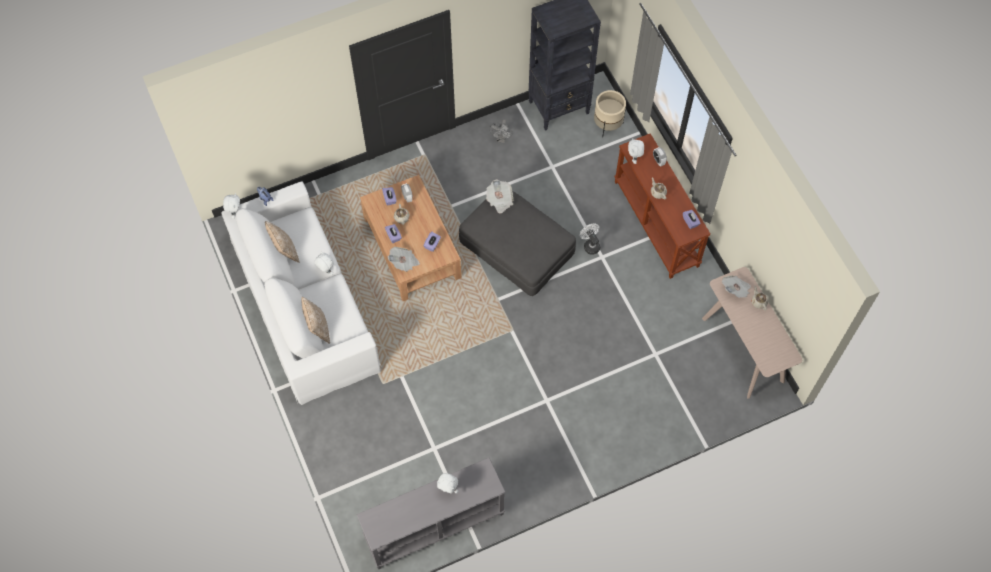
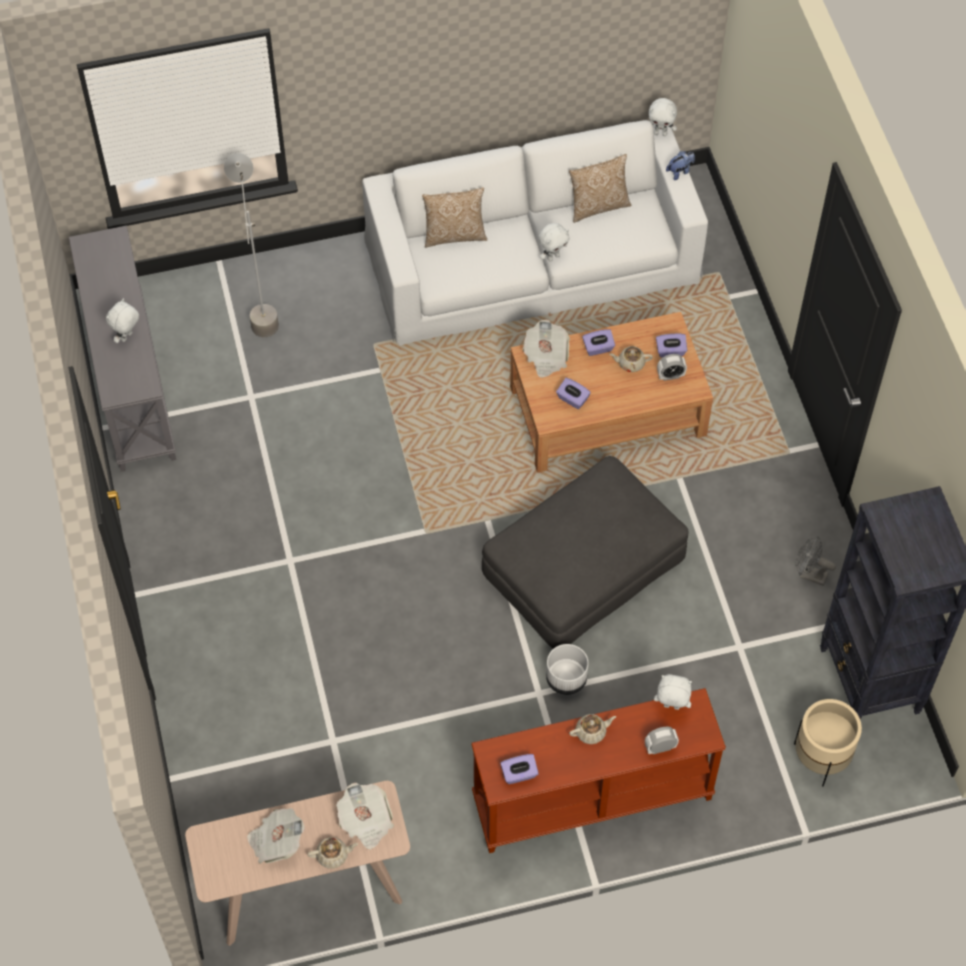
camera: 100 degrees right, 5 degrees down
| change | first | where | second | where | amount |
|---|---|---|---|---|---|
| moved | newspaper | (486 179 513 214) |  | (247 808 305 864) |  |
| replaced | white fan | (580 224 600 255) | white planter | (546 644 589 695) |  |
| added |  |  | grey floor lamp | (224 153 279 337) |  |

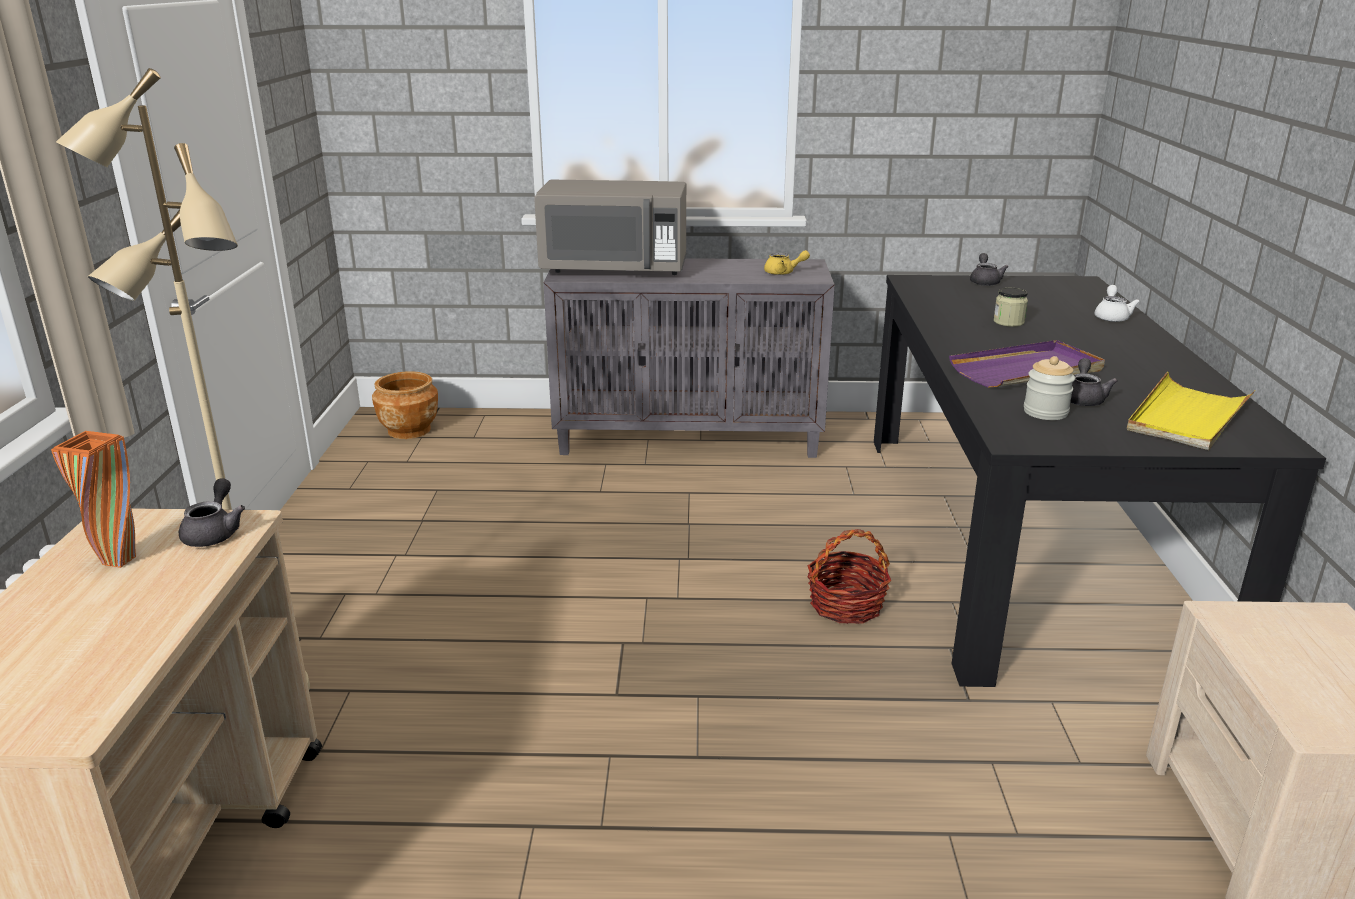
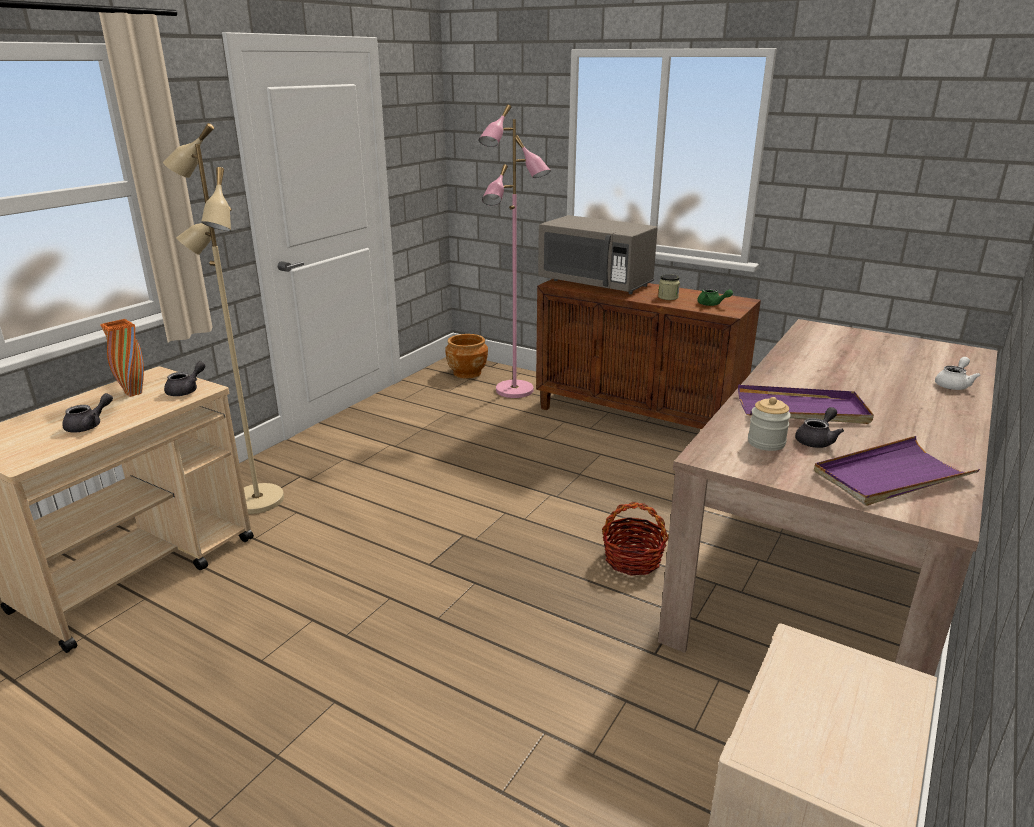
camera: 30 degrees right, 0 degrees up
| change | first | where | second | where | amount |
|---|---|---|---|---|---|
| recoloured | yellow teapot | (764 250 810 275) | green teapot | (697 288 733 306) |  |
| moved | grey teapot | (970 253 1009 286) |  | (62 393 113 432) |  |
| recoloured | grey cabinet | (544 258 835 458) | brown cabinet | (536 279 761 429) |  |
| recoloured | black dining table | (874 275 1326 687) | beige dining table | (658 319 997 676) |  |
| moved | jar | (993 288 1028 327) |  | (658 274 680 300) |  |
| recoloured | yellow tray | (1127 372 1256 450) | purple tray | (814 436 980 506) |  |
| added |  |  | pink floor lamp | (479 104 551 398) |  |

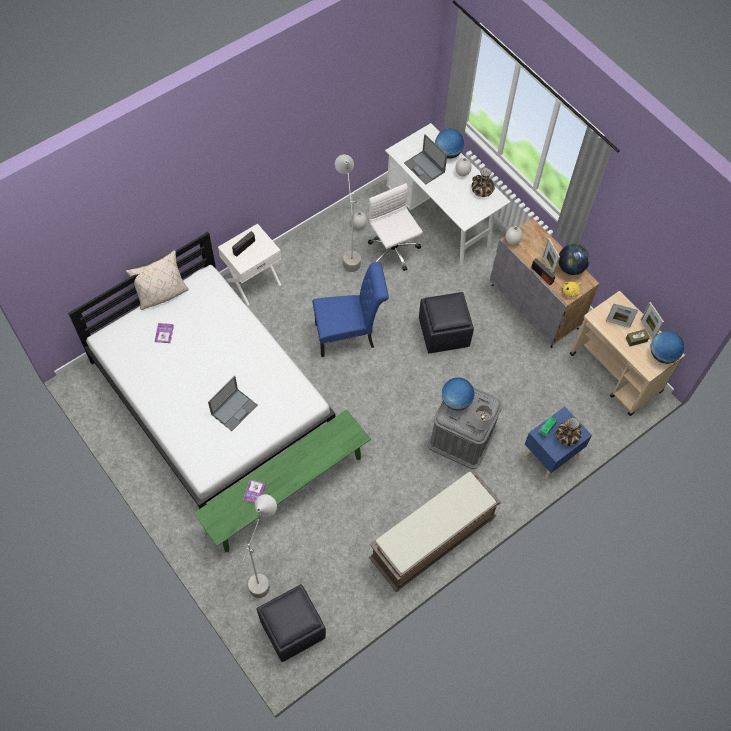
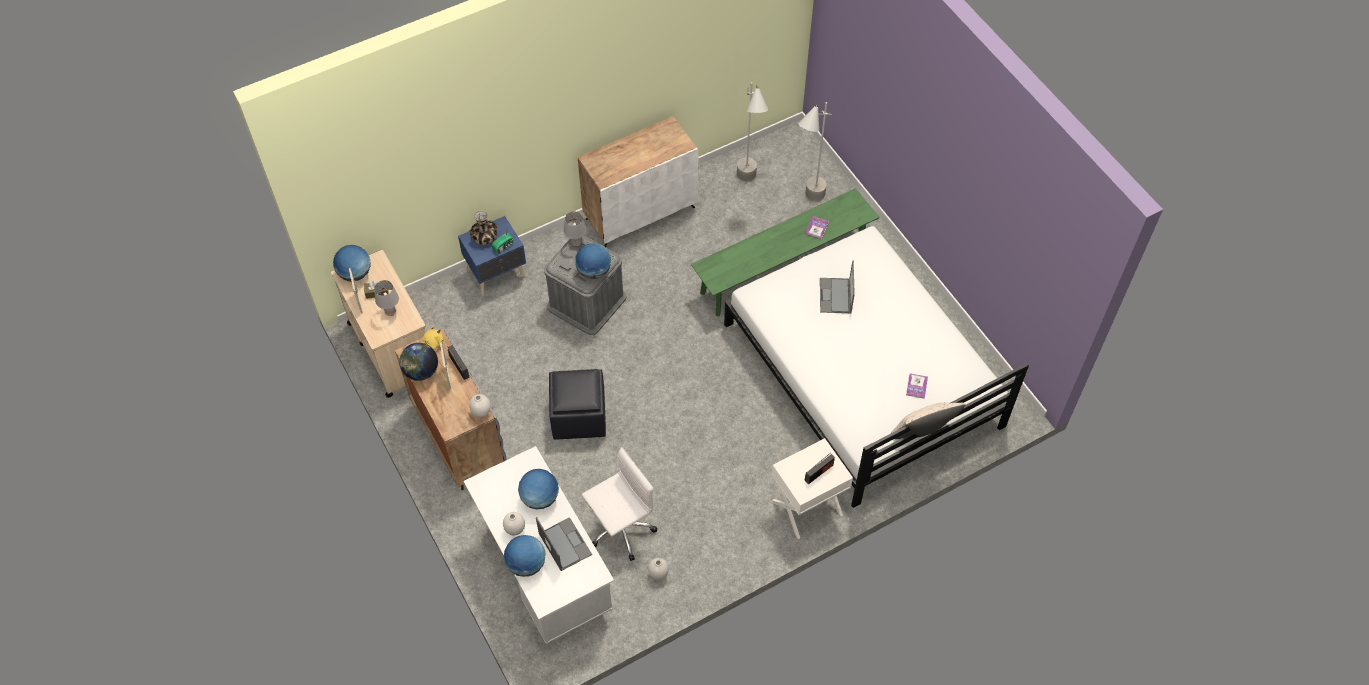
camera: 170 degrees left, 5 degrees down
| change | first | where | second | where | amount |
|---|---|---|---|---|---|
| moved | grey floor lamp | (335 155 361 272) |  | (737 82 768 181) |  |
| removed | vase | (471 167 495 197) |  |  |  |
| turned | white office chair | (368 183 423 271) |  | (582 448 657 561) | 105 degrees counterclockwise |
| removed | blue chair | (312 262 389 357) |  |  |  |
| replaced | picture frame | (606 302 639 328) | grey table lamp | (374 280 399 316) |  |
| turned | laptop | (208 376 258 431) |  | (820 260 855 313) | 45 degrees counterclockwise |
| replaced | brown bench | (369 469 502 592) | white cabinet | (578 116 698 247) |  |
| removed | black ottoman | (257 584 326 662) |  |  |  |
| added |  |  | globe | (518 469 559 509) |  |

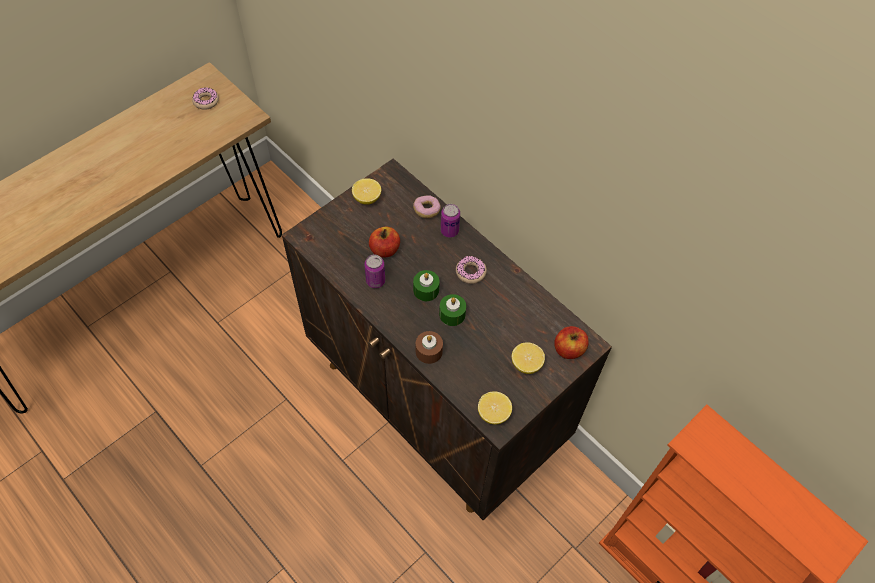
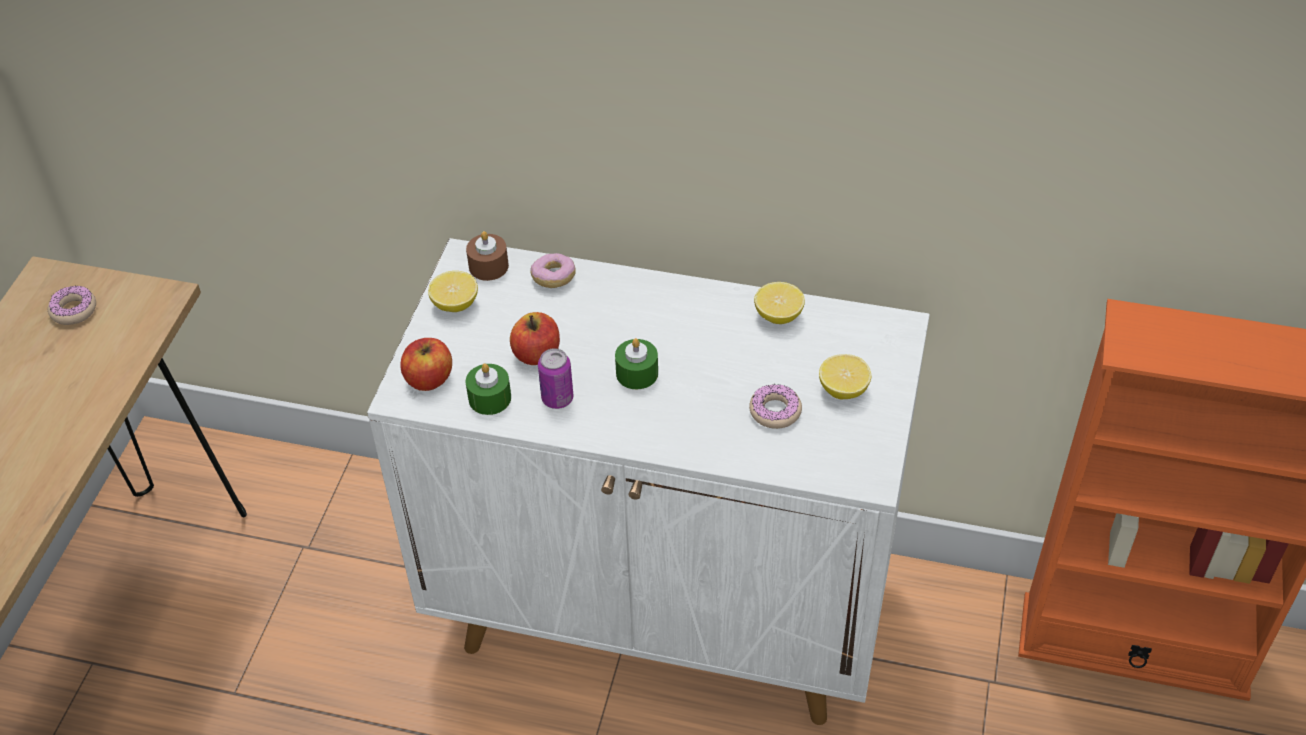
camera: 30 degrees left, 10 degrees down
| change | first | where | second | where | amount |
|---|---|---|---|---|---|
| recoloured | brown cabinet | (282 159 612 520) | white cabinet | (367 238 930 725) |  |
| removed | can | (441 204 460 238) |  |  |  |
| moved | donut | (456 256 487 284) |  | (749 384 802 429) |  |
| moved | green candle | (439 294 466 326) |  | (466 363 511 415) |  |
| moved | apple | (554 326 589 359) |  | (400 338 452 391) |  |
| moved | brown candle | (416 331 443 364) |  | (466 231 509 281) |  |
| moved | lemon | (478 391 512 425) |  | (754 282 805 324) |  |

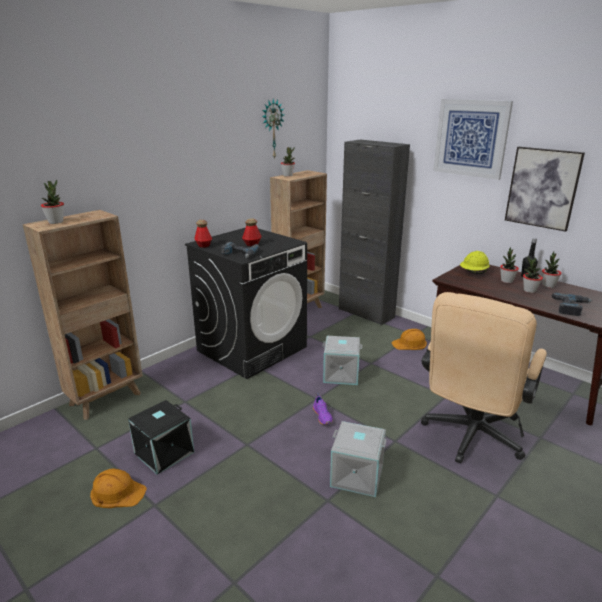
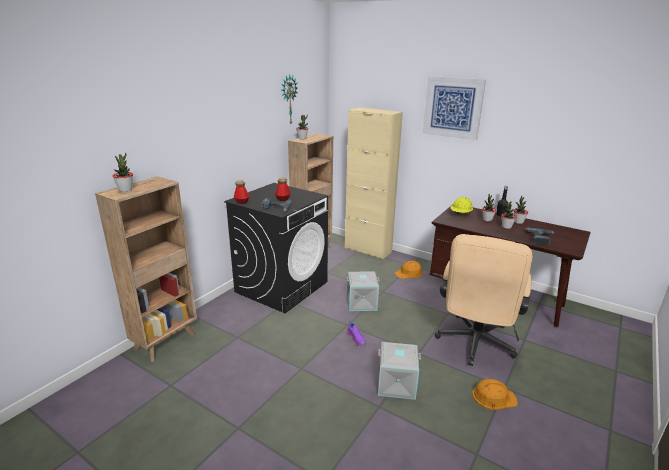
camera: 10 degrees left, 0 degrees up
| change | first | where | second | where | amount |
|---|---|---|---|---|---|
| recoloured | black cabinet | (339 139 410 325) | beige cabinet | (345 107 403 259) |  |
| removed | picture | (505 147 585 232) |  |  |  |
| removed | black storage box | (128 400 194 475) |  |  |  |
| moved | orange hard hat | (90 468 147 508) |  | (472 379 518 410) |  |

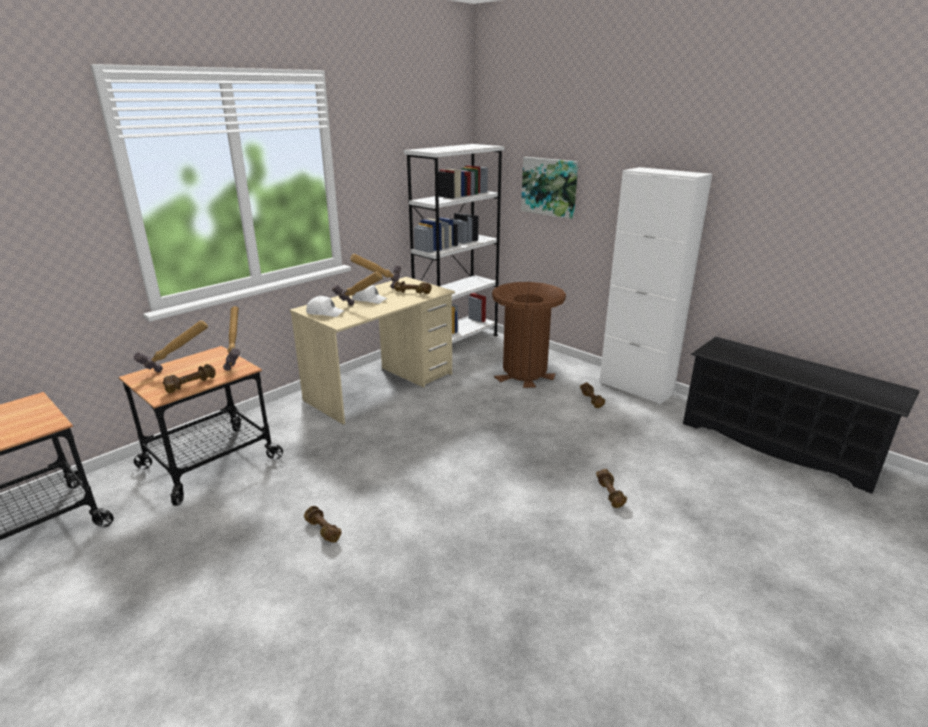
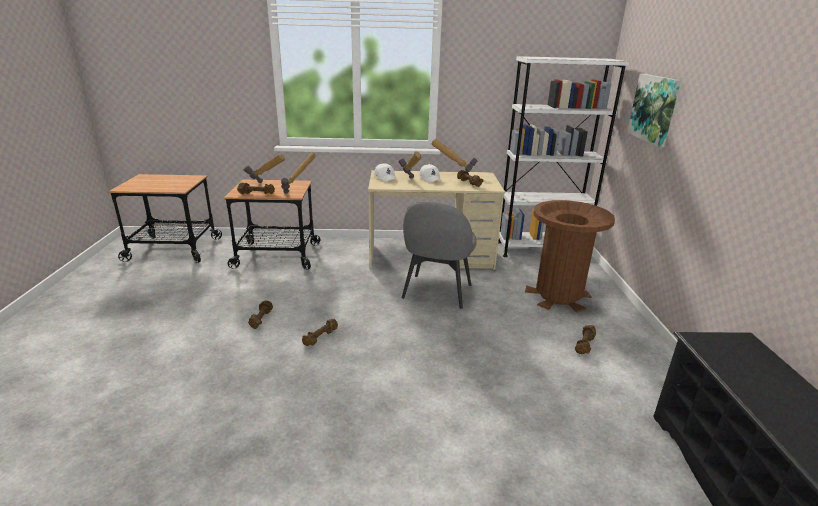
camera: 45 degrees right, 0 degrees up
| change | first | where | second | where | amount |
|---|---|---|---|---|---|
| removed | white cabinet | (599 167 712 405) |  |  |  |
| moved | brown dumbbell | (596 469 627 508) |  | (302 319 338 346) |  |
| added |  |  | grey chair | (402 202 477 309) |  |

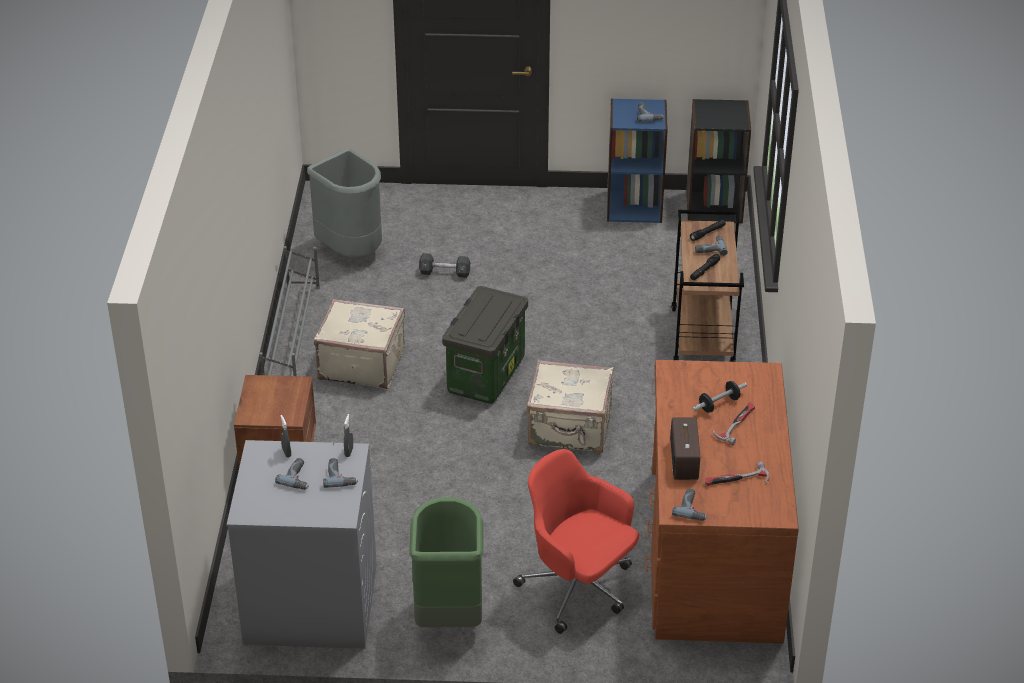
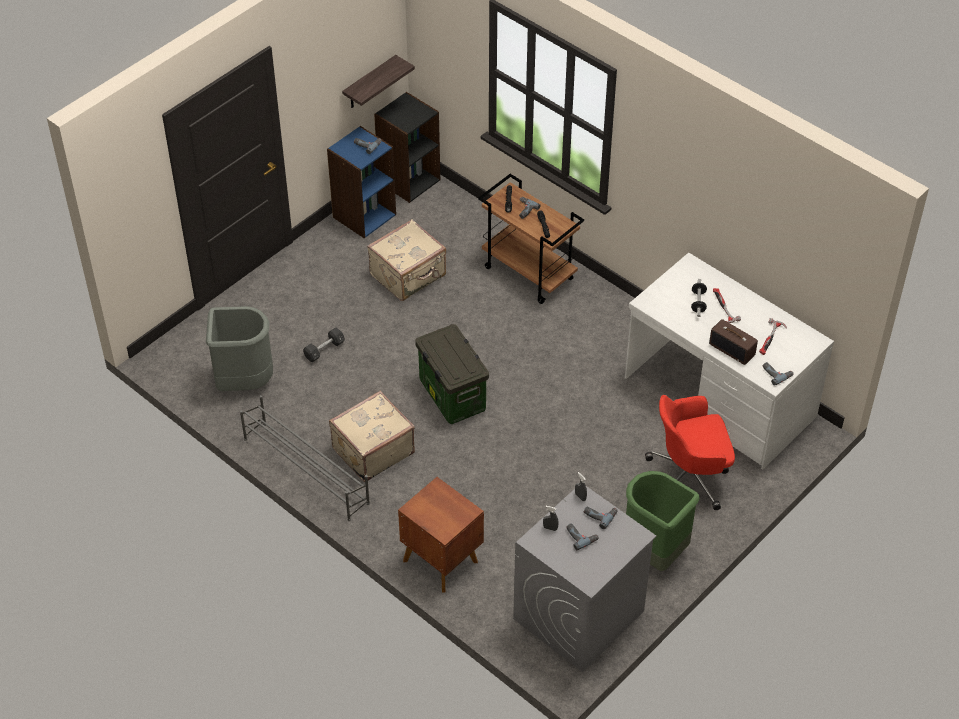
camera: 50 degrees left, 10 degrees up
| change | first | where | second | where | amount |
|---|---|---|---|---|---|
| moved | beige suitcase | (527 360 614 453) |  | (367 219 446 301) |  |
| recoloured | brown desk | (645 360 799 643) | white desk | (625 253 834 469) |  |
| added |  |  | shelf | (342 55 415 108) |  |

